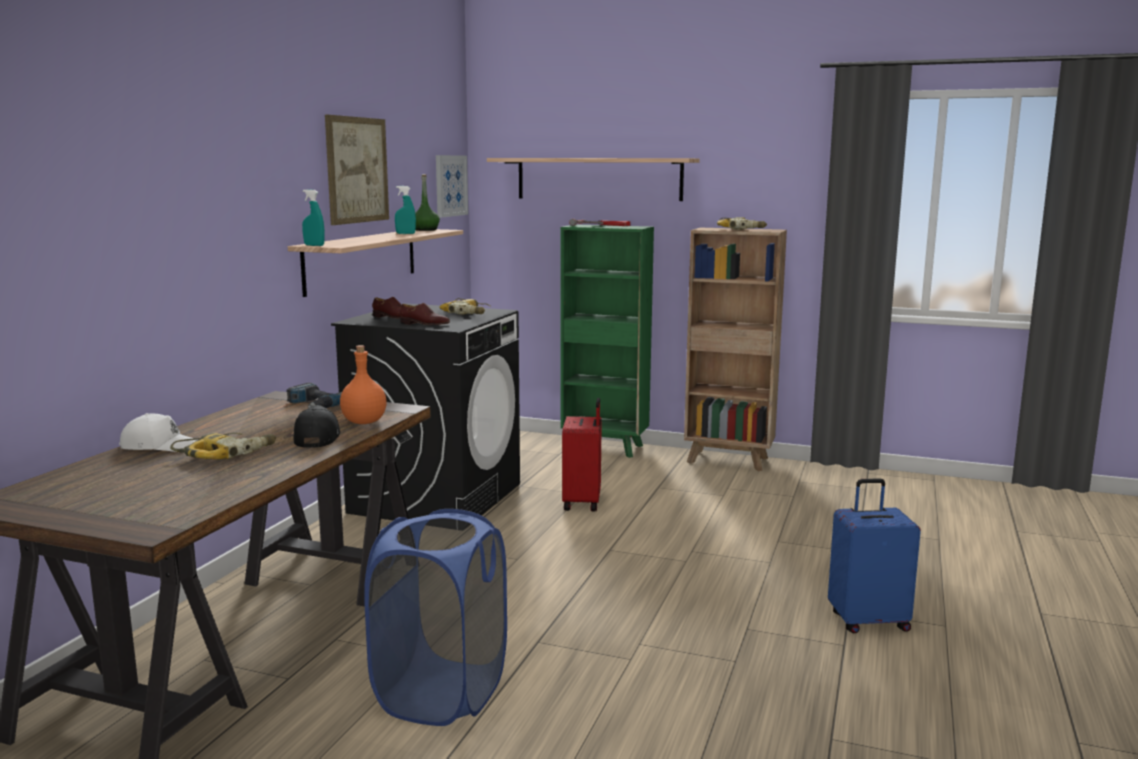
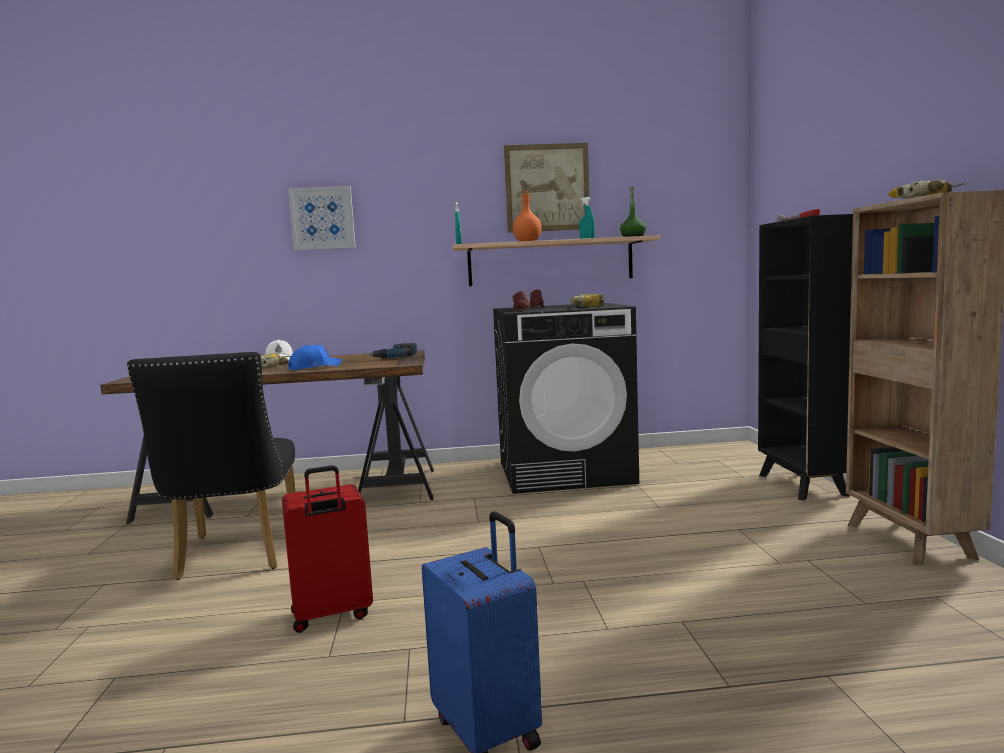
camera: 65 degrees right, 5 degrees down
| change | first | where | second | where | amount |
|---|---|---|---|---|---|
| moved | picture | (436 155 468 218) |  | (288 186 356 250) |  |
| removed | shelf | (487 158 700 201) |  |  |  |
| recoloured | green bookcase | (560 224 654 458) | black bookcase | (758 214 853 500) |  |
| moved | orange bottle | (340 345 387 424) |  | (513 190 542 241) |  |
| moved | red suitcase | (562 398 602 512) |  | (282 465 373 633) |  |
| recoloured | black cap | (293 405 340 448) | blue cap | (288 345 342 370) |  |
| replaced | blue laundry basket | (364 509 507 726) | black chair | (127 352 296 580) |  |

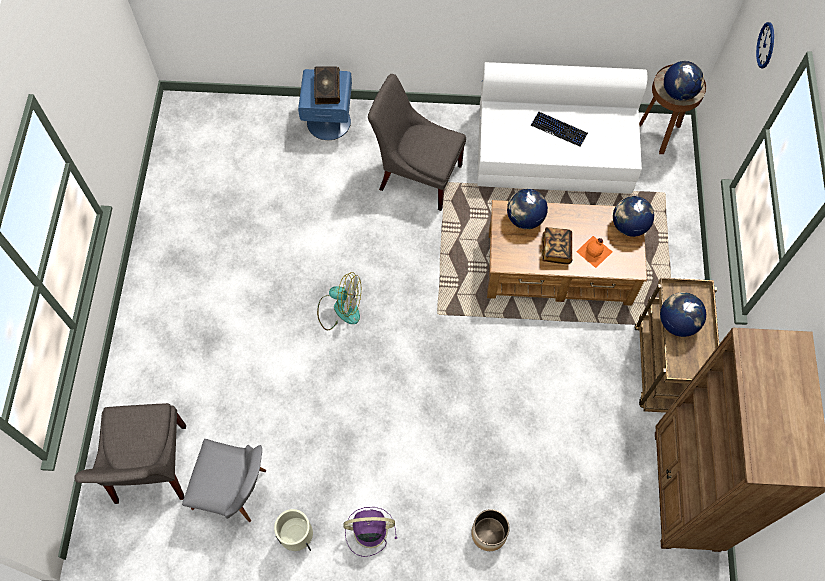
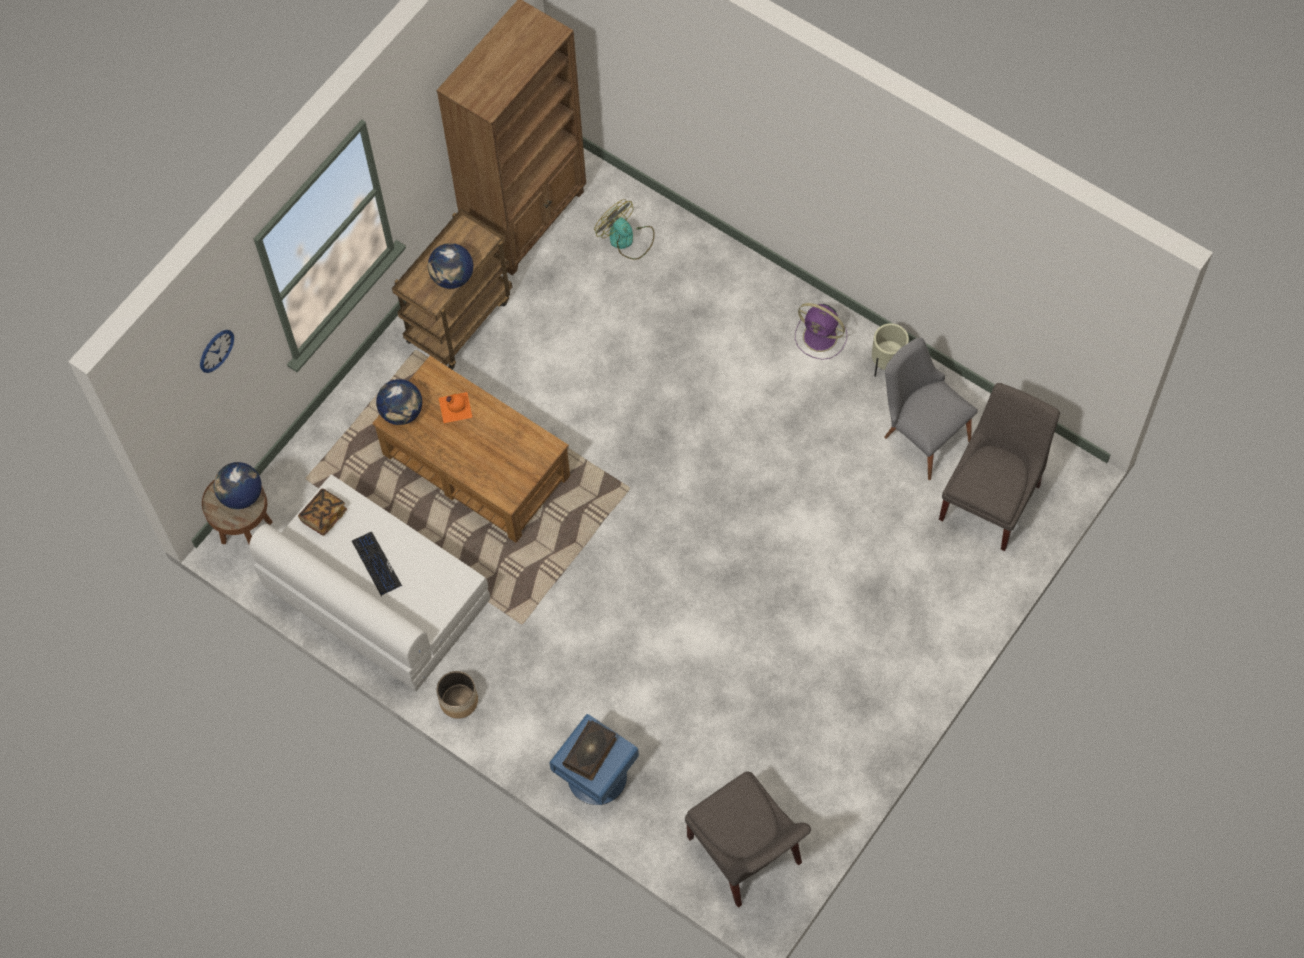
camera: 145 degrees left, 0 degrees up
| change | first | where | second | where | amount |
|---|---|---|---|---|---|
| moved | grey chair | (368 74 466 211) |  | (685 771 811 908) |  |
| removed | globe | (507 189 548 229) |  |  |  |
| moved | book | (542 227 572 264) |  | (298 489 347 536) |  |
| moved | fan | (317 272 361 330) |  | (594 199 654 260) |  |
| moved | planter | (471 509 510 551) |  | (437 671 478 719) |  |

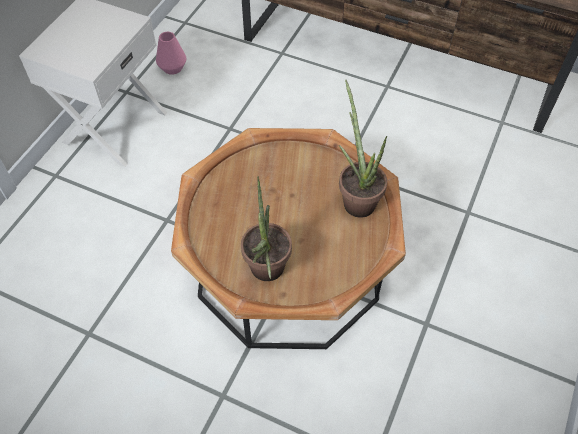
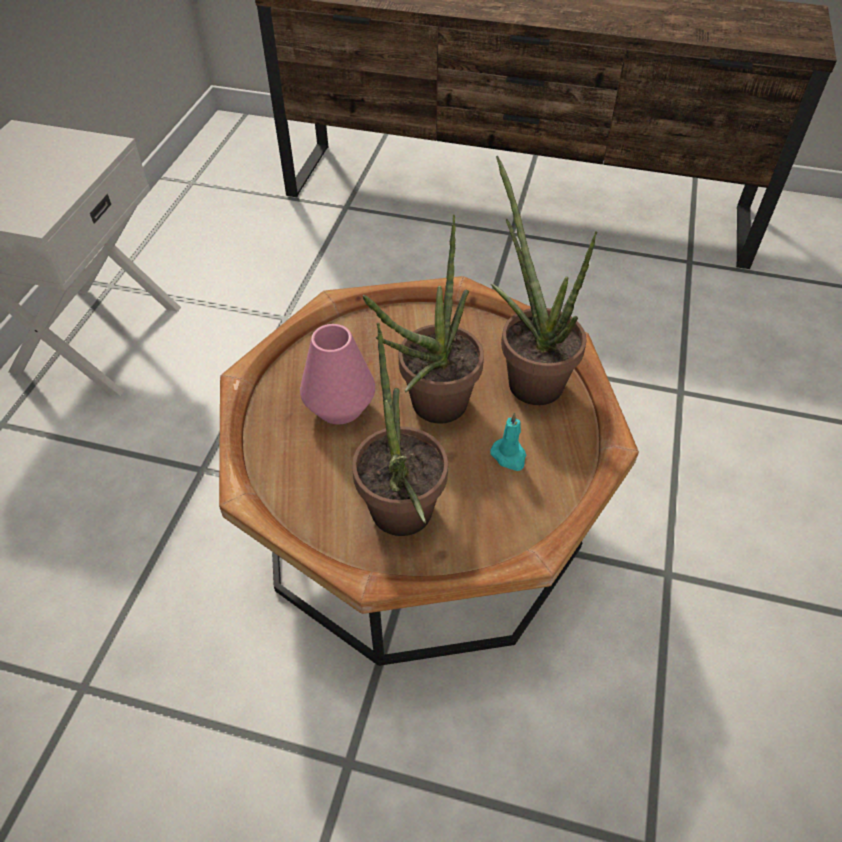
camera: 10 degrees left, 5 degrees down
| change | first | where | second | where | amount |
|---|---|---|---|---|---|
| moved | pink vase | (156 32 186 75) |  | (300 324 375 424) |  |
| added |  |  | potted plant | (362 214 484 424) |  |
| added |  |  | turquoise candle | (490 413 526 471) |  |

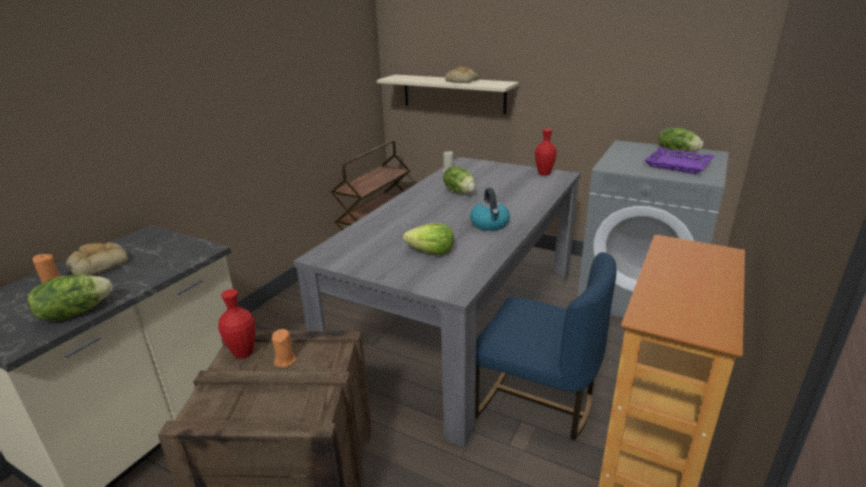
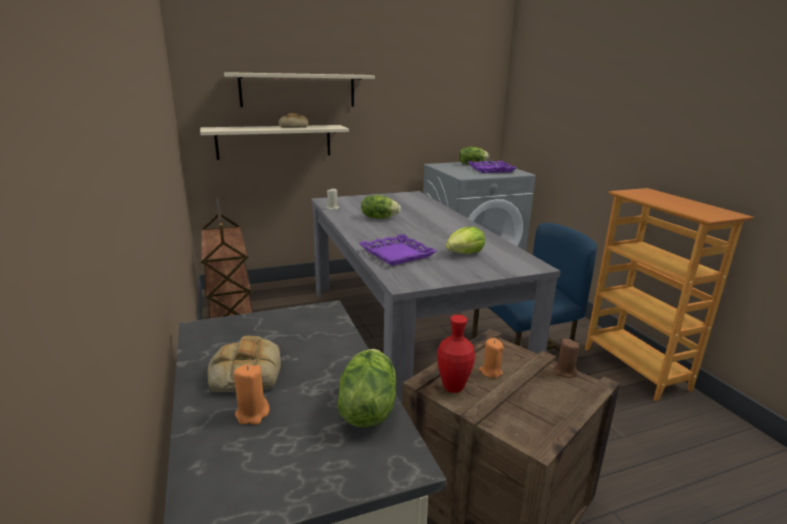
camera: 50 degrees left, 5 degrees down
| change | first | where | second | where | amount |
|---|---|---|---|---|---|
| removed | red vase | (535 129 557 176) |  |  |  |
| removed | kettle | (470 188 510 231) |  |  |  |
| added |  |  | beige shelf | (224 72 375 107) |  |
| added |  |  | purple tray | (359 234 437 266) |  |
| added |  |  | brown candle | (553 339 579 378) |  |

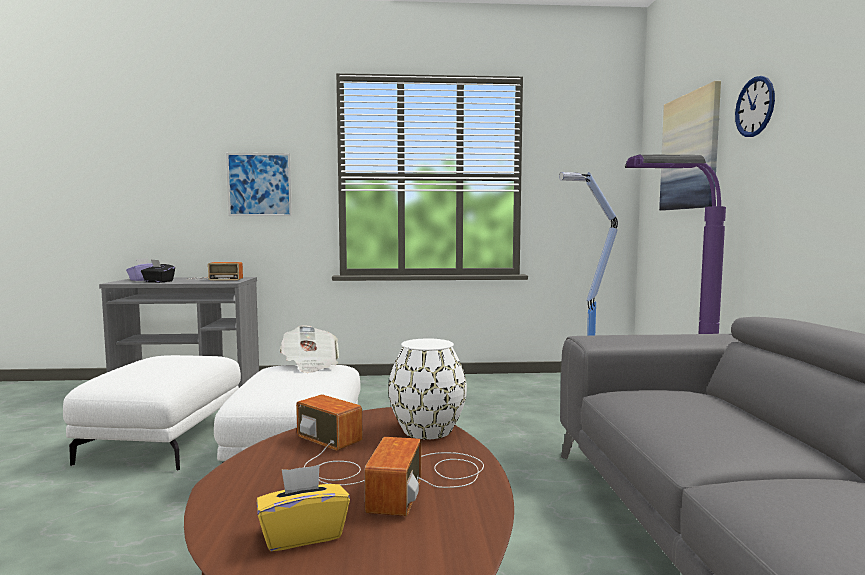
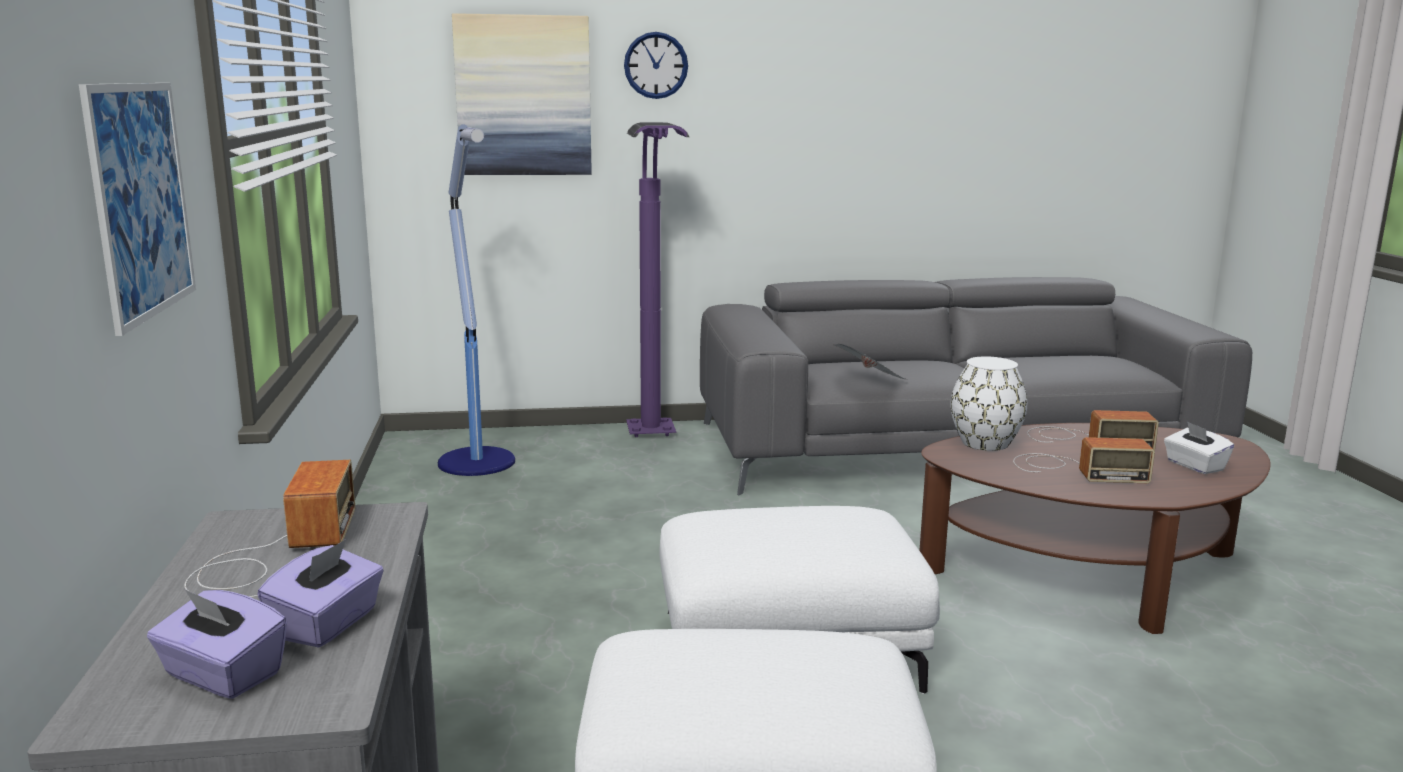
camera: 95 degrees left, 10 degrees up
| change | first | where | second | where | amount |
|---|---|---|---|---|---|
| recoloured | black tissue box | (141 260 175 283) | purple tissue box | (257 539 384 648) |  |
| moved | newspaper | (279 325 339 373) |  | (834 344 905 379) |  |
| turned | radio | (296 394 365 485) |  | (1013 437 1155 483) | 120 degrees counterclockwise |
| recoloured | yellow tissue box | (257 465 350 551) | white tissue box | (1164 421 1234 474) |  |

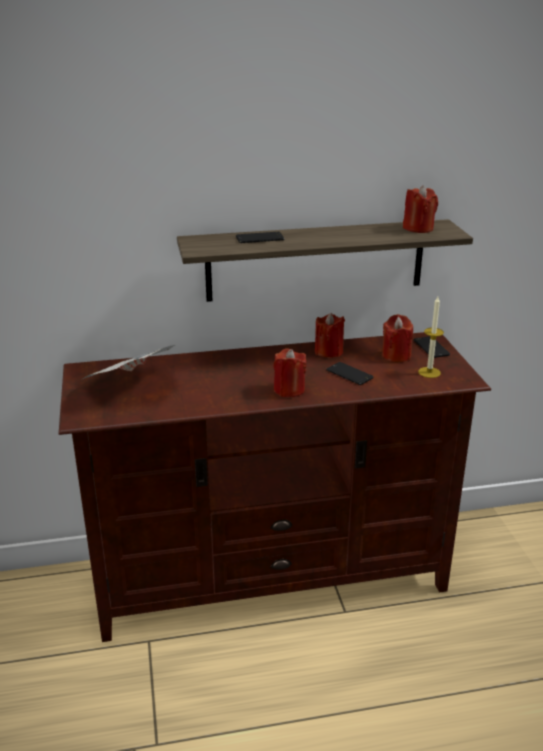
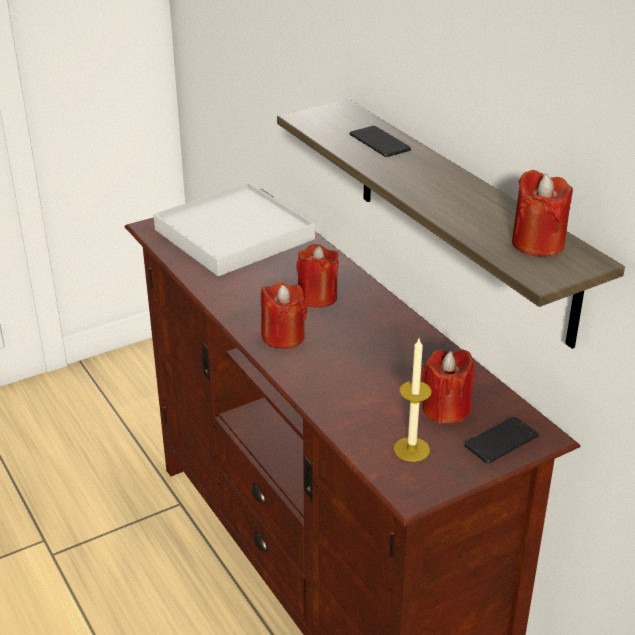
camera: 70 degrees right, 5 degrees up
| change | first | where | second | where | amount |
|---|---|---|---|---|---|
| moved | red candle | (315 313 345 358) |  | (296 244 339 308) |  |
| replaced | newspaper | (83 345 175 379) | white tray | (153 182 315 276) |  |
| removed | phone | (327 362 373 385) |  |  |  |

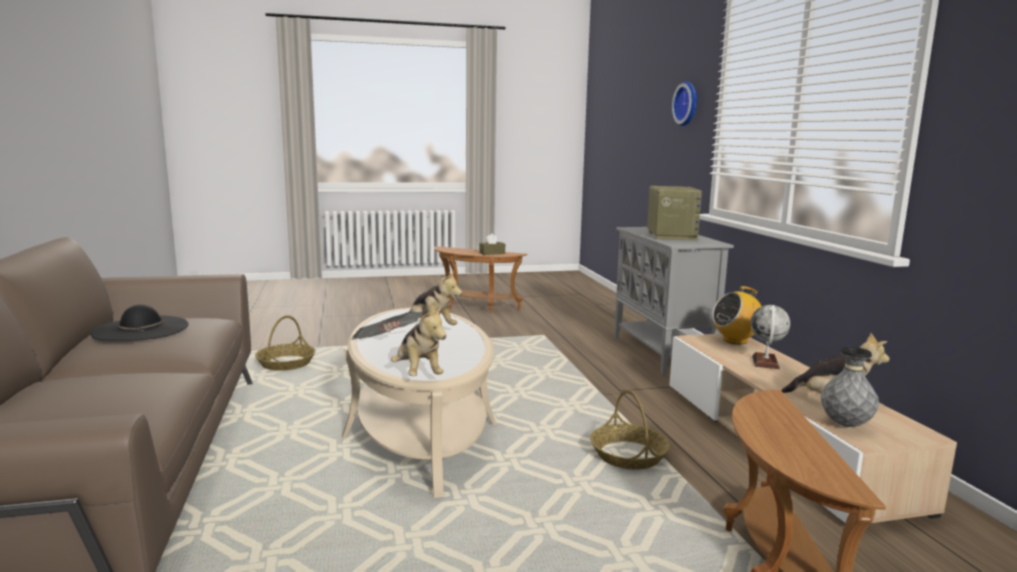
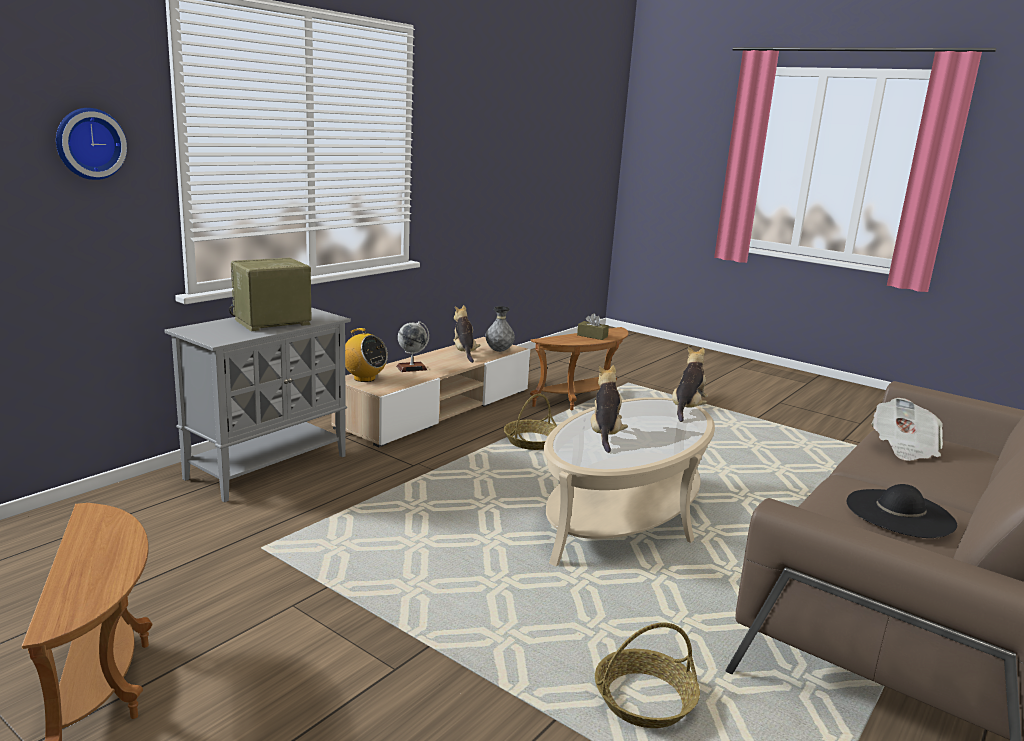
camera: 130 degrees left, 5 degrees up
| change | first | where | second | where | amount |
|---|---|---|---|---|---|
| moved | brown tissue box | (479 233 505 255) |  | (577 313 609 340) |  |
| moved | newspaper | (353 312 422 340) |  | (872 398 943 461) |  |

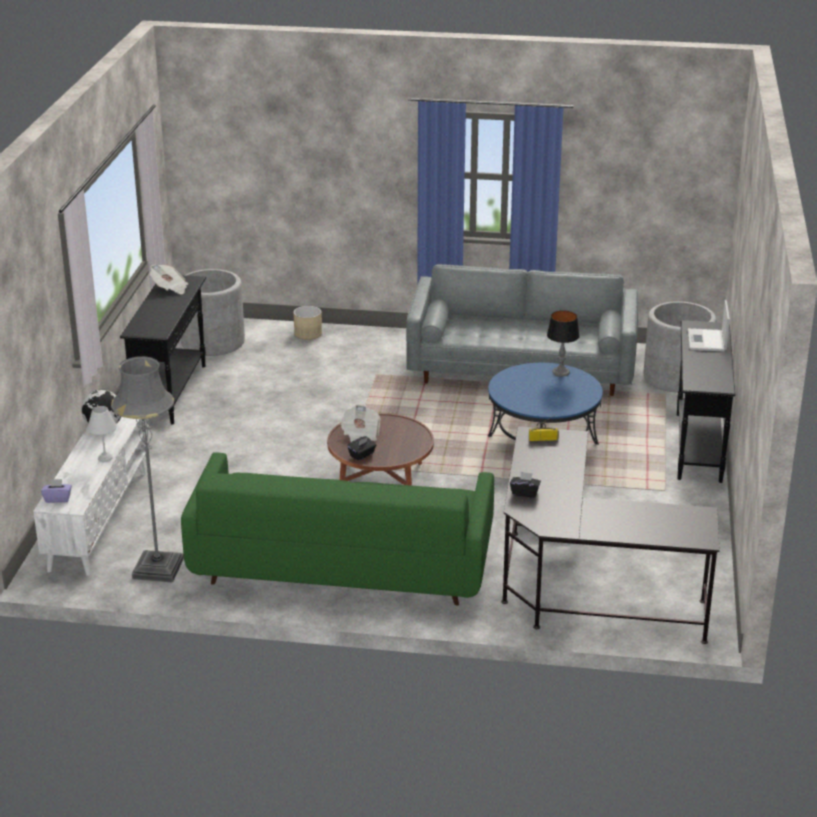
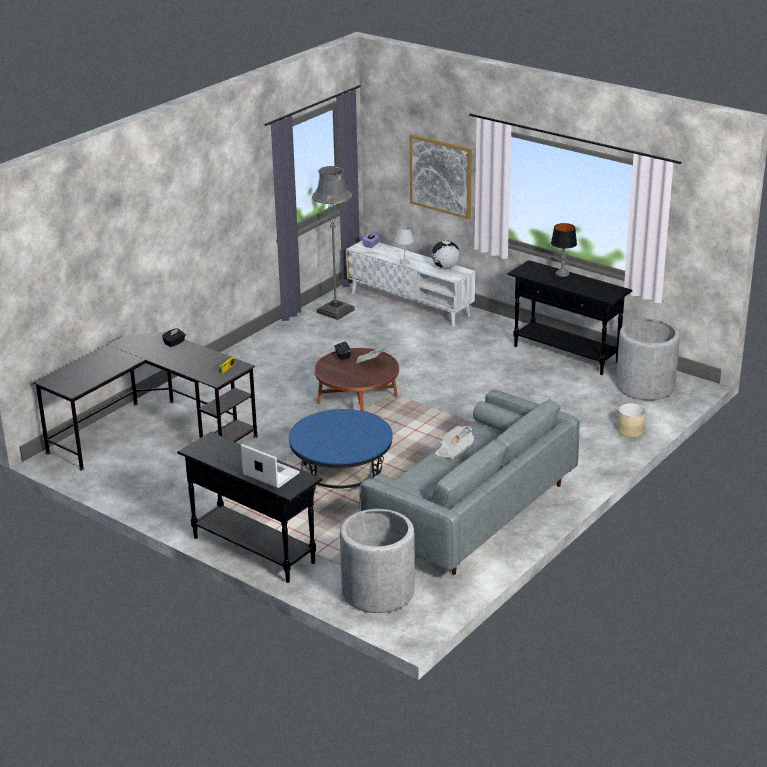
camera: 120 degrees right, 0 degrees up
| change | first | where | second | where | amount |
|---|---|---|---|---|---|
| moved | newspaper | (149 264 188 294) |  | (436 426 474 459) |  |
| moved | table lamp | (547 310 579 377) |  | (551 223 577 277) |  |
| removed | green sofa | (181 452 494 605) |  |  |  |
| added |  |  | picture | (410 134 472 219) |  |

